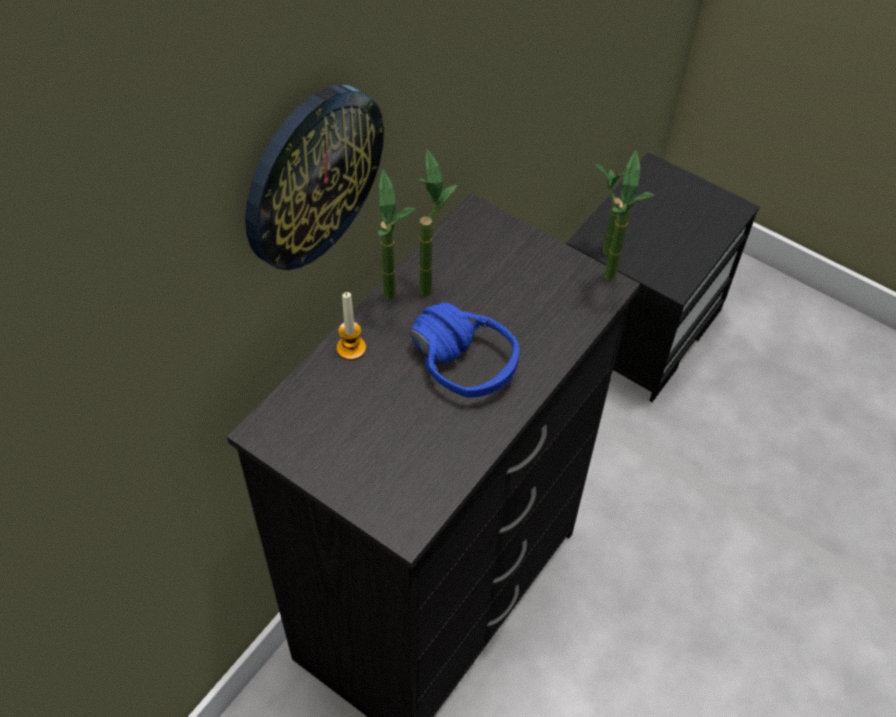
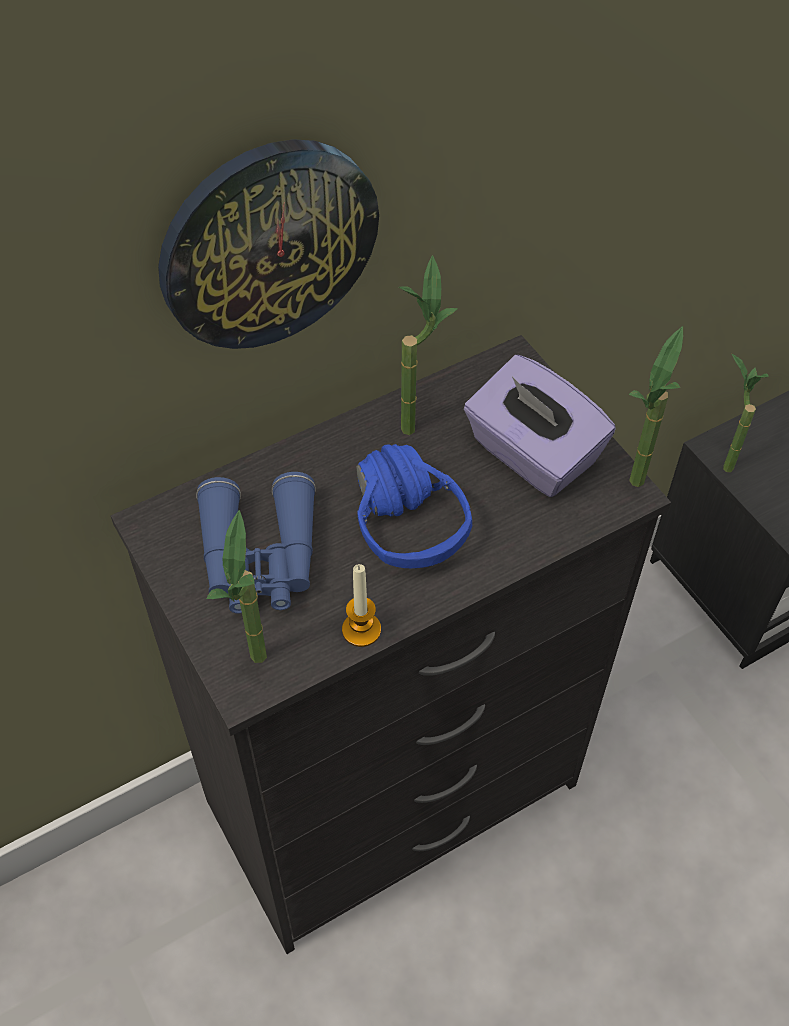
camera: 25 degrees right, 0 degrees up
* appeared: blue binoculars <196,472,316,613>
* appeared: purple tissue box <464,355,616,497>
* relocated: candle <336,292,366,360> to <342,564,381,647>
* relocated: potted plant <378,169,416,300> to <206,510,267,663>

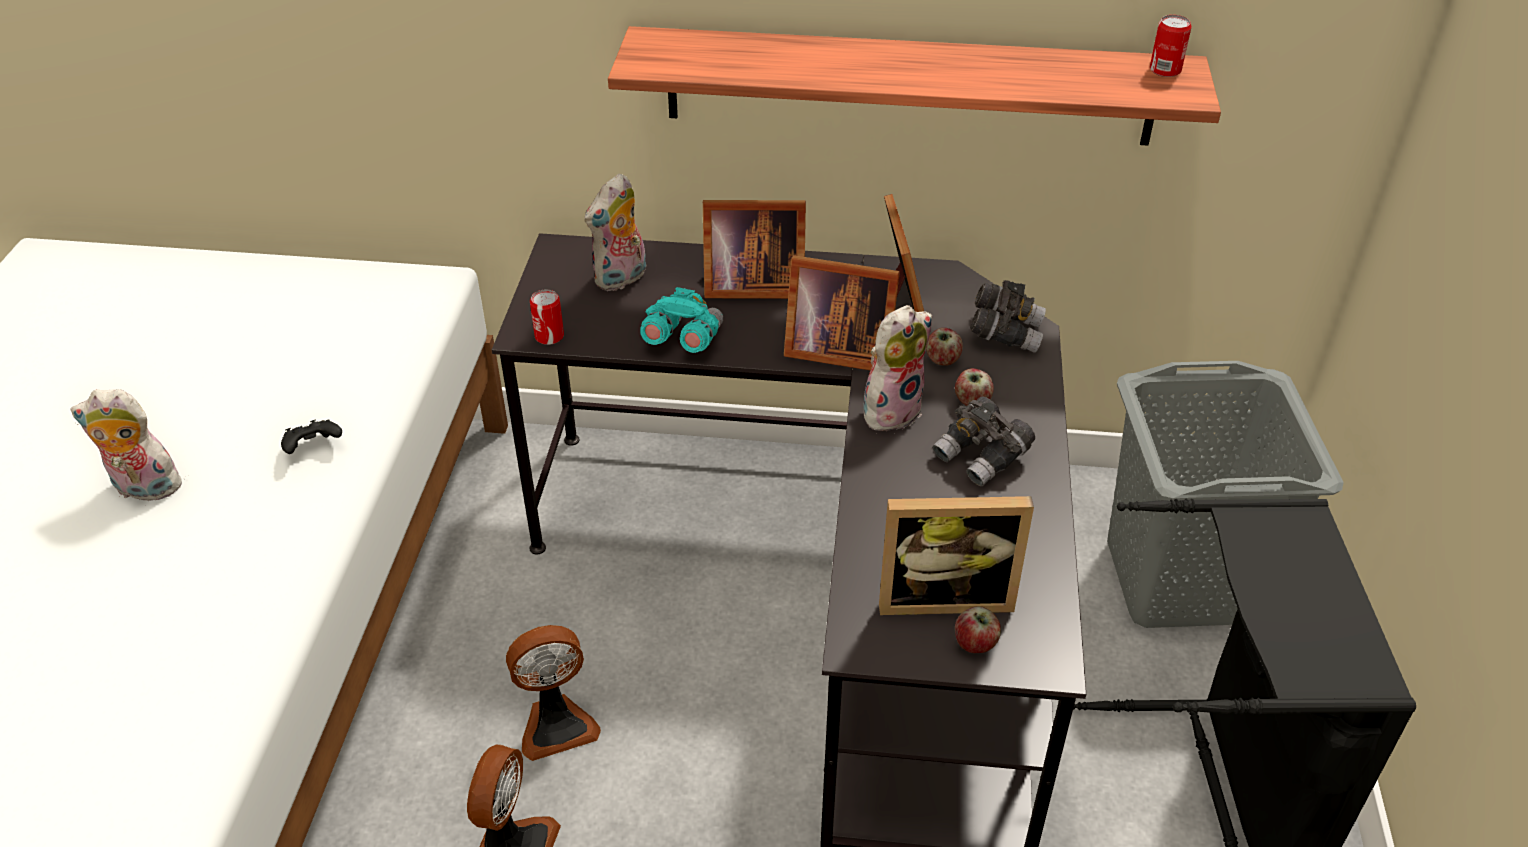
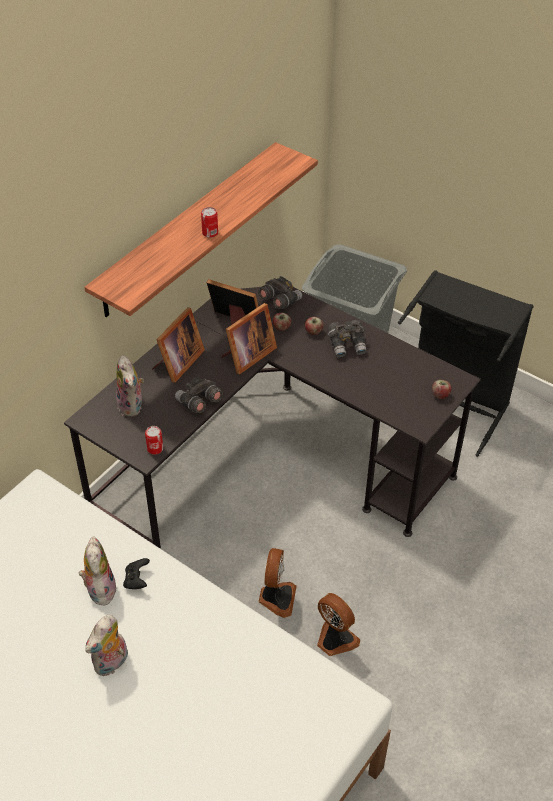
camera: 60 degrees left, 5 degrees up
* missing: picture frame <879,496,1034,615>
* relocated: plush toy <863,305,932,431> to <78,536,117,605>
* relocated: can <1150,15,1192,77> to <201,207,218,238>
* colour: turquoise binoculars <640,287,723,353> to grey binoculars <175,376,223,413>

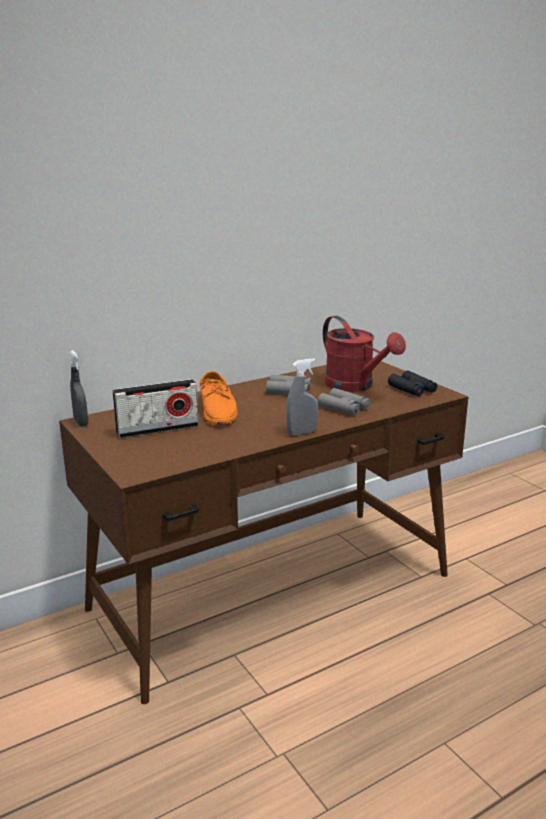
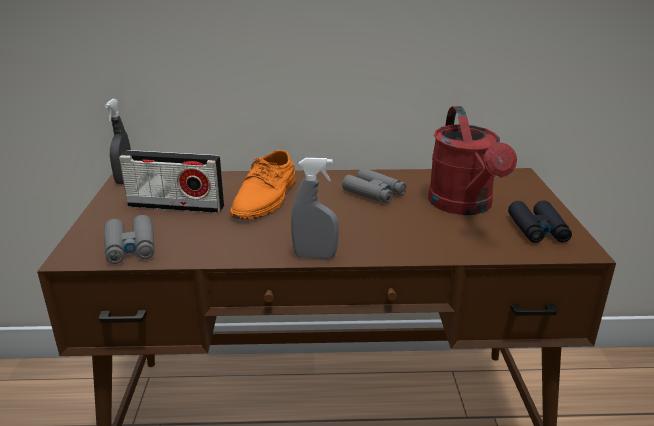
camera: 30 degrees right, 5 degrees up
* relocated: grey binoculars <317,388,371,415> to <104,215,155,264>

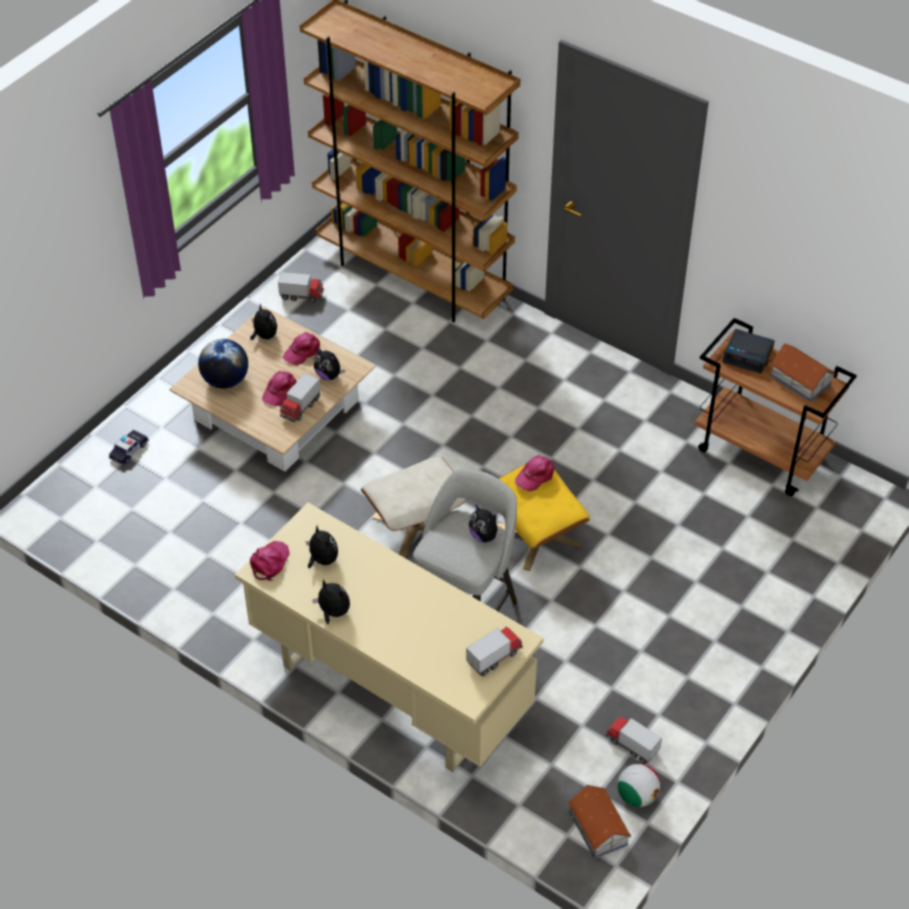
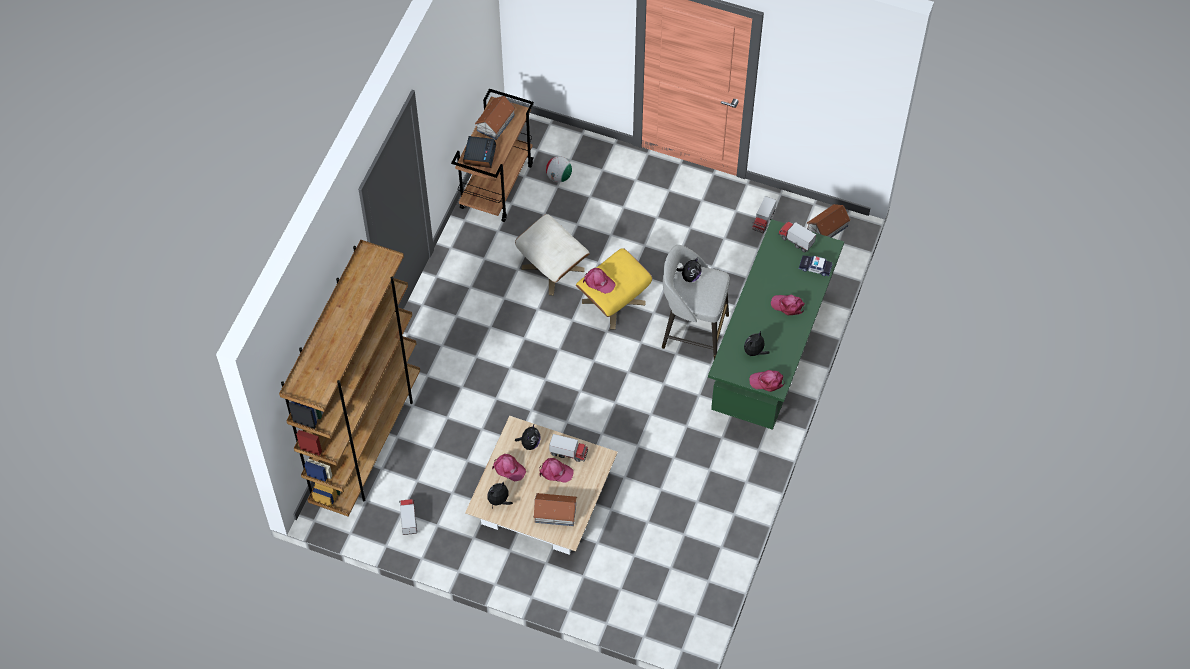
camera: 105 degrees left, 10 degrees up
* missing: plush toy <312,579,350,624>
* appeared: pink cap <771,295,805,315>
* relocated: toy car <109,430,149,466> to <799,255,832,276>
* relocated: beige ottoman <361,457,467,558> to <515,214,589,295>
* relocated: football <618,764,660,807> to <546,156,572,183>
* exchanged: globe <198,339,248,389> to toy house <533,493,577,526>
* colour: beige desk <235,502,544,772> to green desk <708,219,844,430>

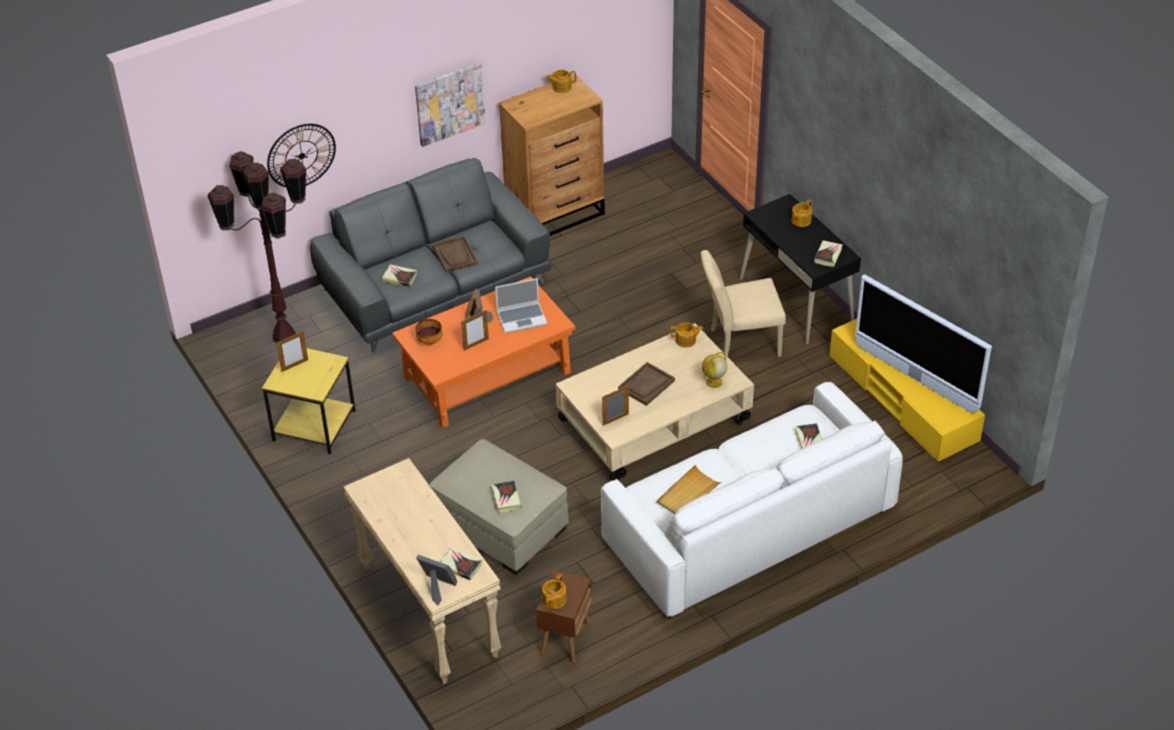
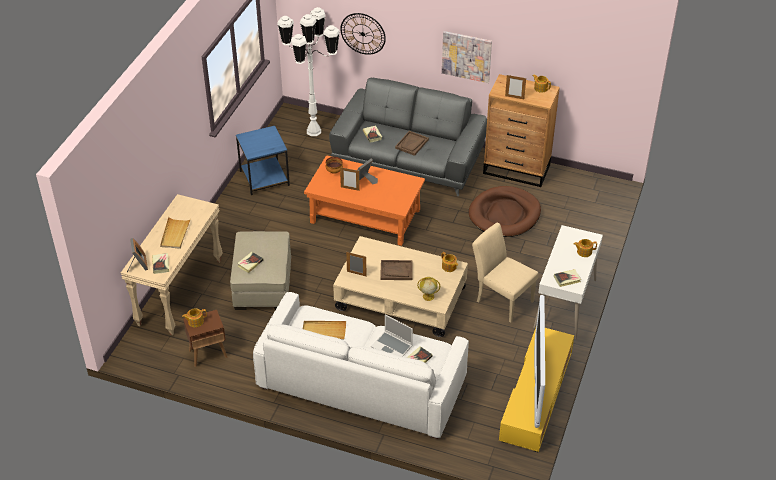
camera: 50 degrees right, 0 degrees up
* appeared: beige tray <160,217,191,249>
* appeared: brown dog bed <469,186,541,237>
* relocated: picture frame <276,331,308,372> to <505,75,526,99>
* relocated: laptop <495,278,547,333> to <371,315,413,357>
* colour: brown floor lamp <208,151,306,343> to white floor lamp <277,7,340,136>
* colour: yellow side table <262,348,356,454> to blue side table <236,126,290,195>
* colour: black desk <740,194,861,344> to white desk <533,225,603,340>

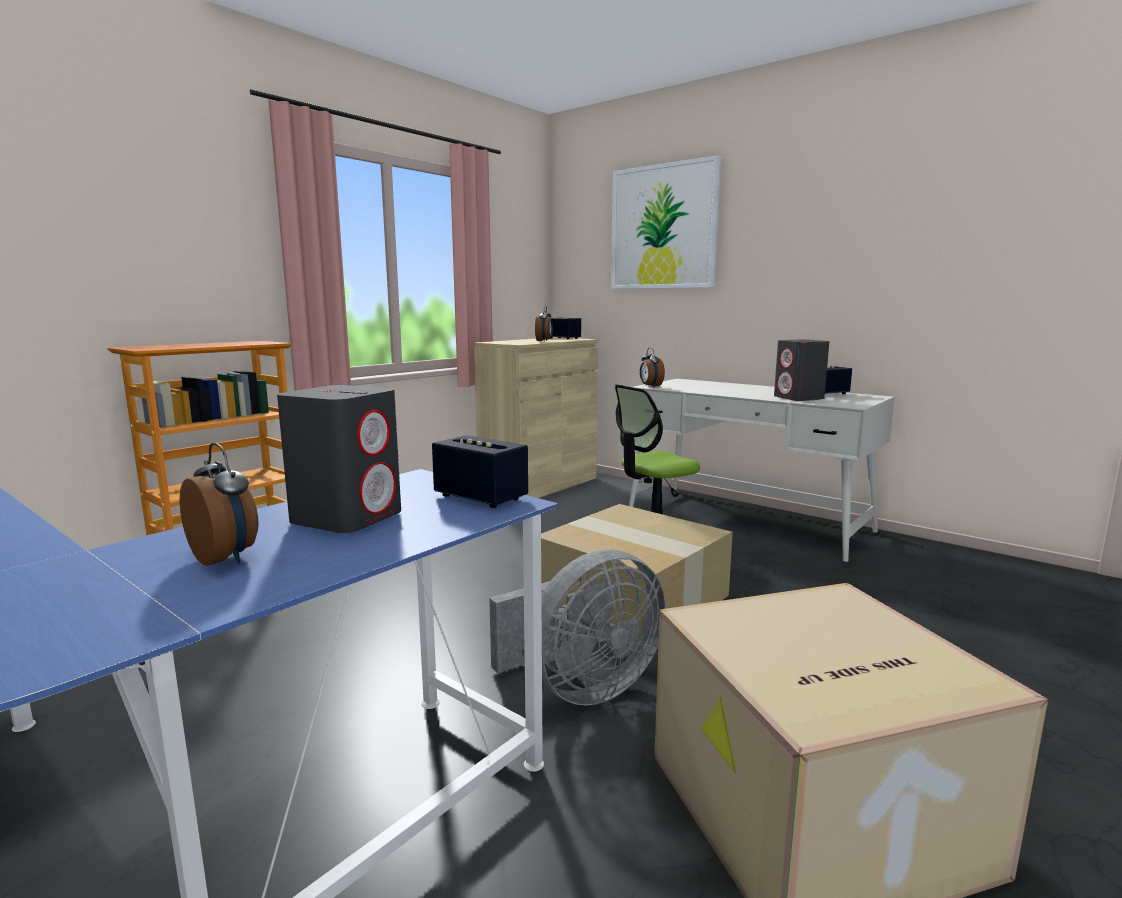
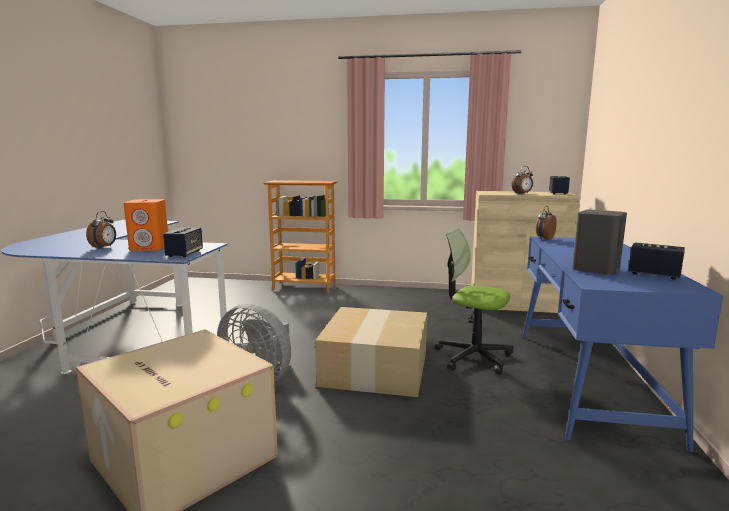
camera: 60 degrees right, 0 degrees up
* missing: picture <611,155,721,289>
* colour: grey speaker <277,385,401,533> to orange speaker <124,199,168,251>
* colour: white desk <629,379,895,562> to blue desk <523,237,723,452>

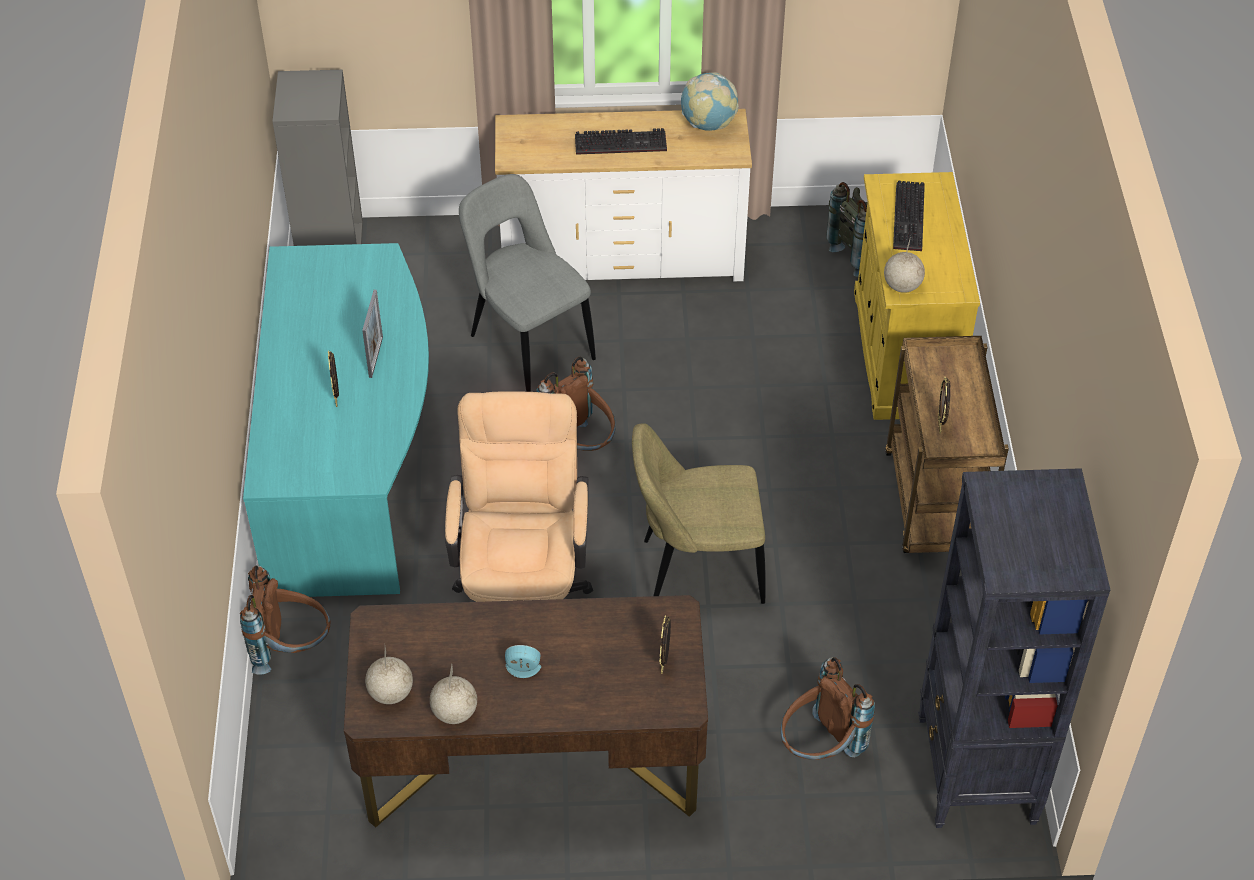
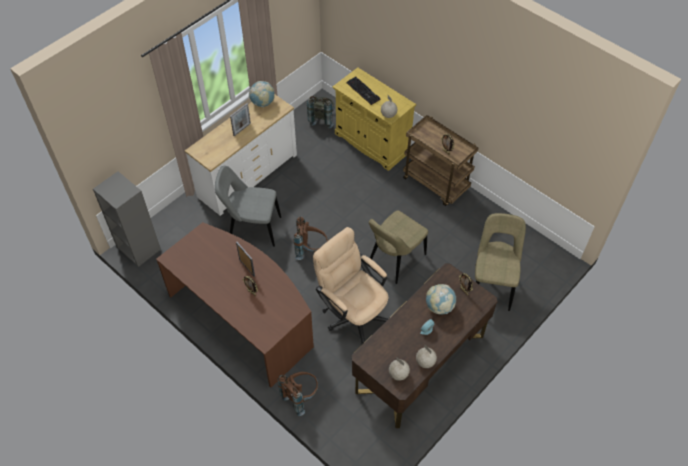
camera: 45 degrees left, 5 degrees up
* missing: black bookcase <918,468,1110,828>
* appeared: globe <426,284,456,314>
* exchanged: keyboard <575,128,667,155> to picture frame <230,103,251,136>
* exchanged: brown backpack <781,657,875,760> to beige chair <475,213,526,311>
* colour: turquoise desk <243,243,429,597> to brown desk <156,222,314,387>

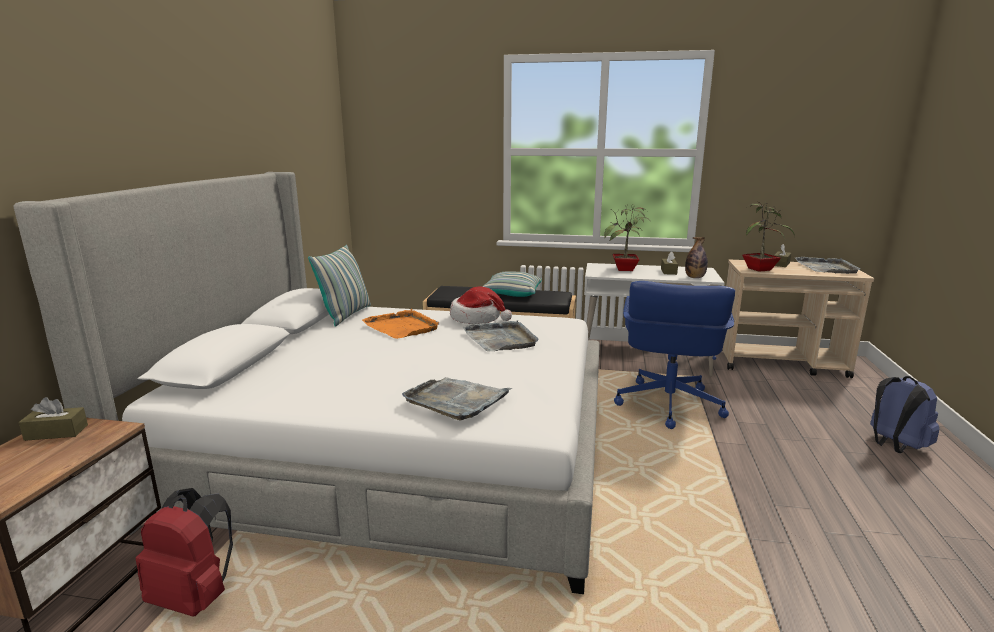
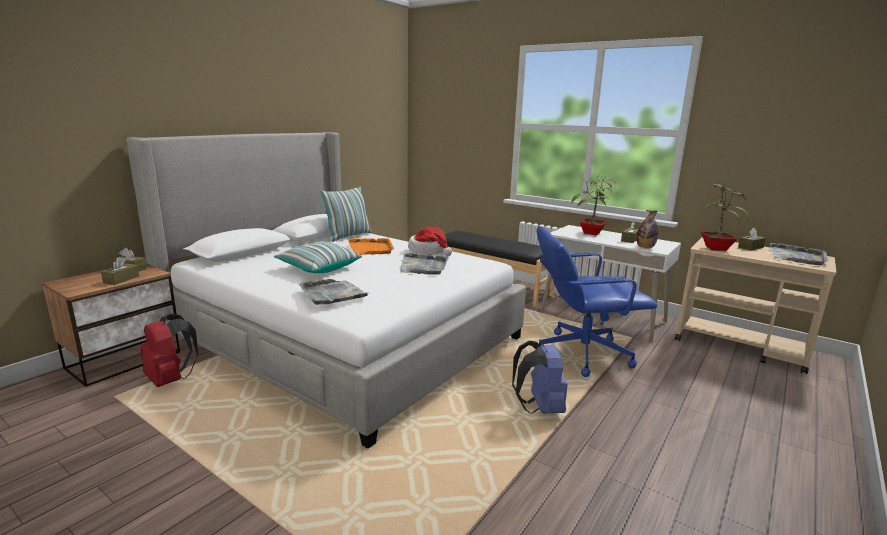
camera: 25 degrees right, 0 degrees up
* appeared: brown tissue box <101,257,139,285>
* relocated: pillow <482,271,542,297> to <274,241,362,273>
* relocated: blue backpack <870,376,939,453> to <512,341,568,414>
* spun: blue office chair <614,281,735,429> = <535,226,657,377> 45 degrees clockwise

